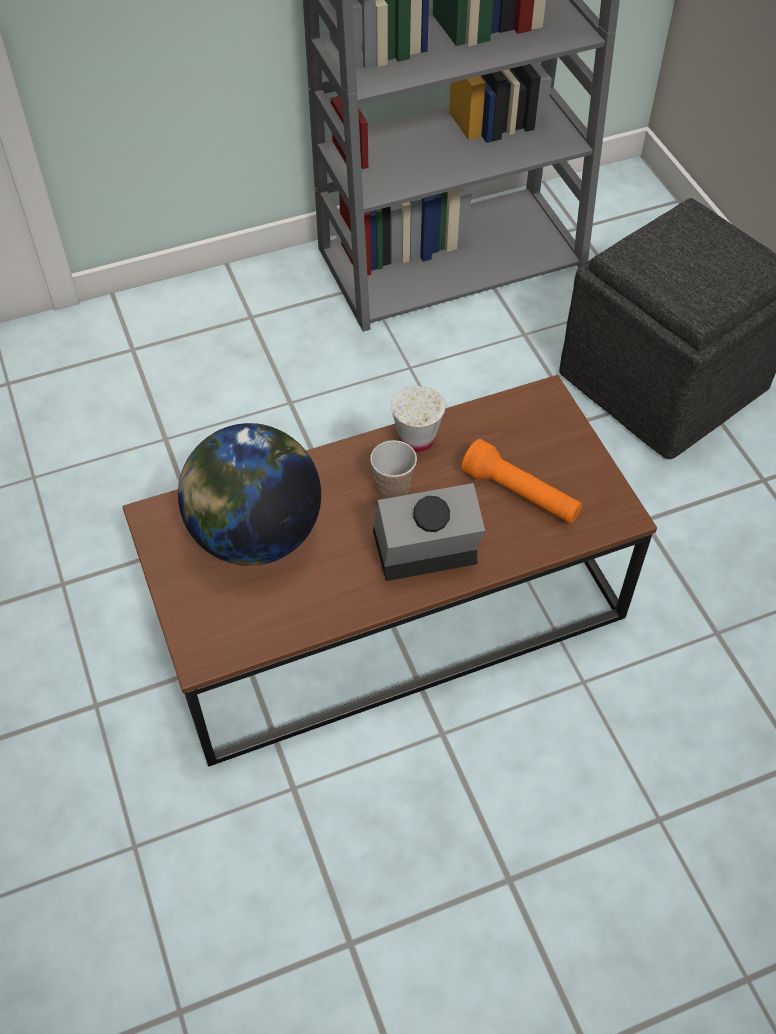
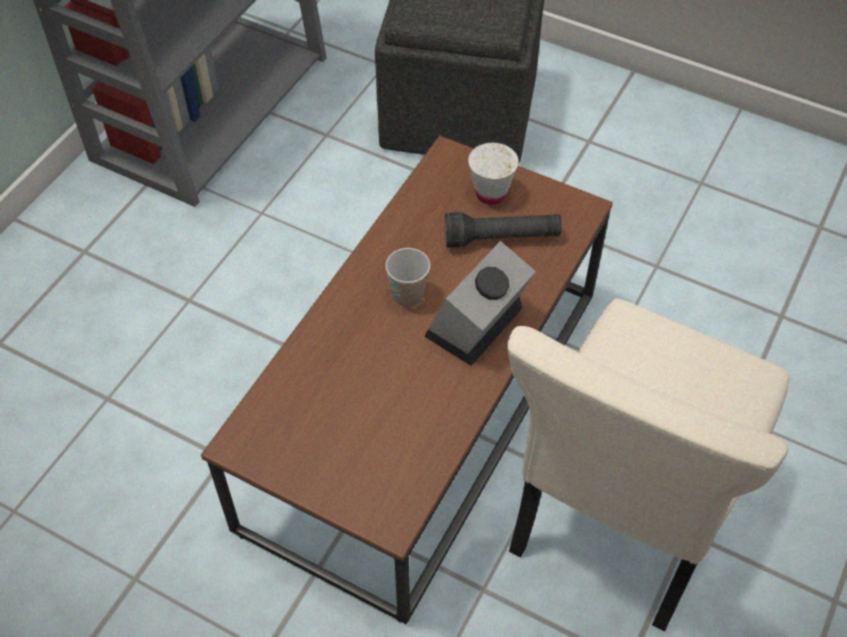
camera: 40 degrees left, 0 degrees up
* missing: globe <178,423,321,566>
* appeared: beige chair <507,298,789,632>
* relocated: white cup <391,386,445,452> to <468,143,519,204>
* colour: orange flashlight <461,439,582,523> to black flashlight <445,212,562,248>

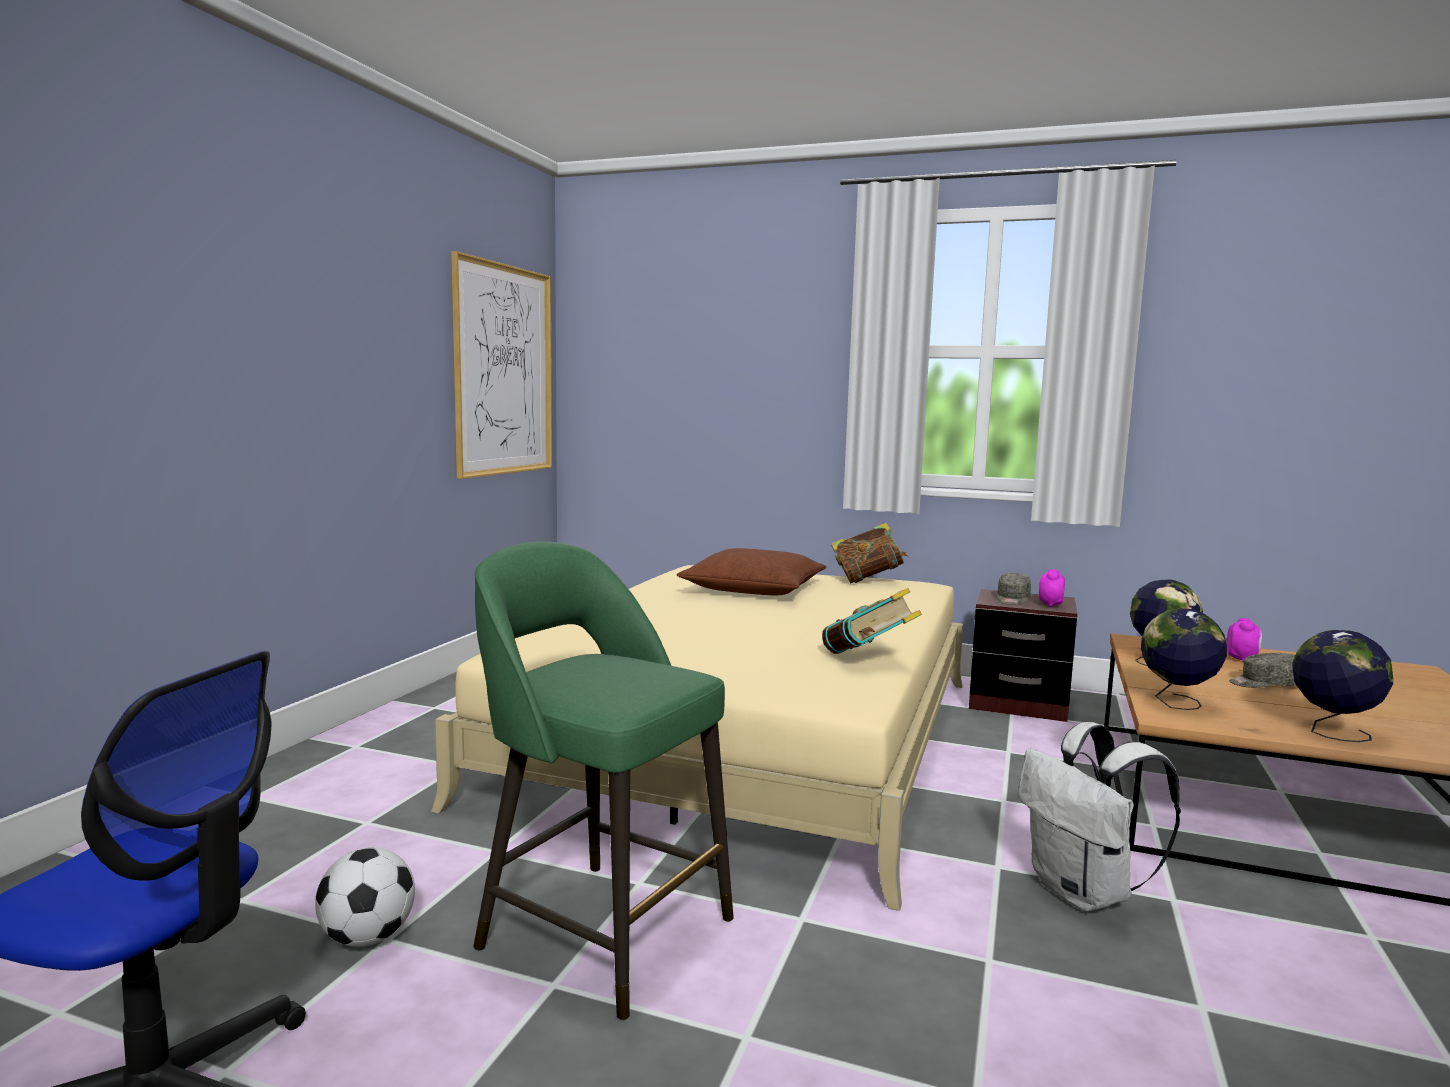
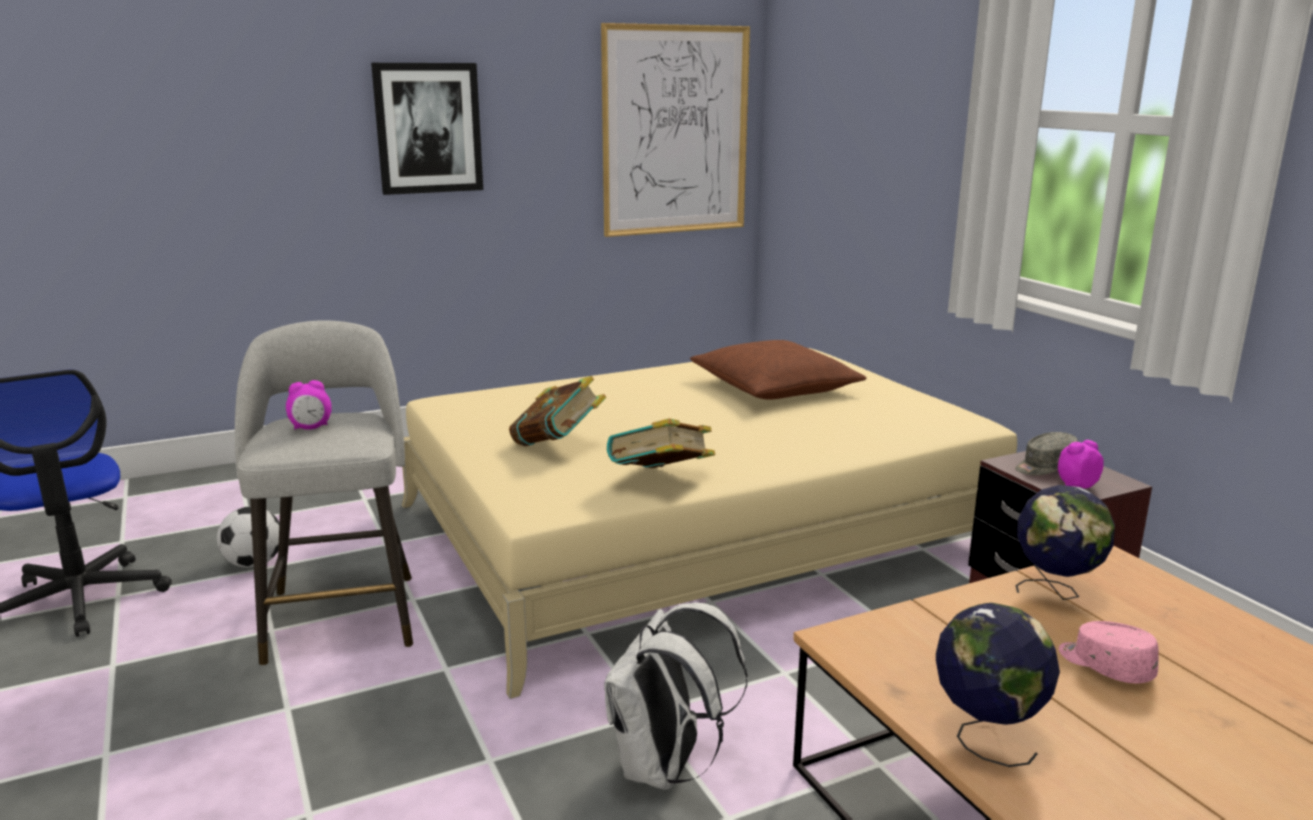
camera: 45 degrees right, 10 degrees up
* missing: globe <1141,608,1227,710>
* appeared: picture <371,63,483,195>
* relocated: book <831,523,908,583> to <509,376,606,447>
* relocated: alarm clock <1227,618,1262,662> to <286,380,332,430>
* colour: green stool <473,542,734,1020> to grey stool <235,320,413,666>
* colour: grey cap <1229,653,1297,688> to pink cap <1059,621,1159,683>

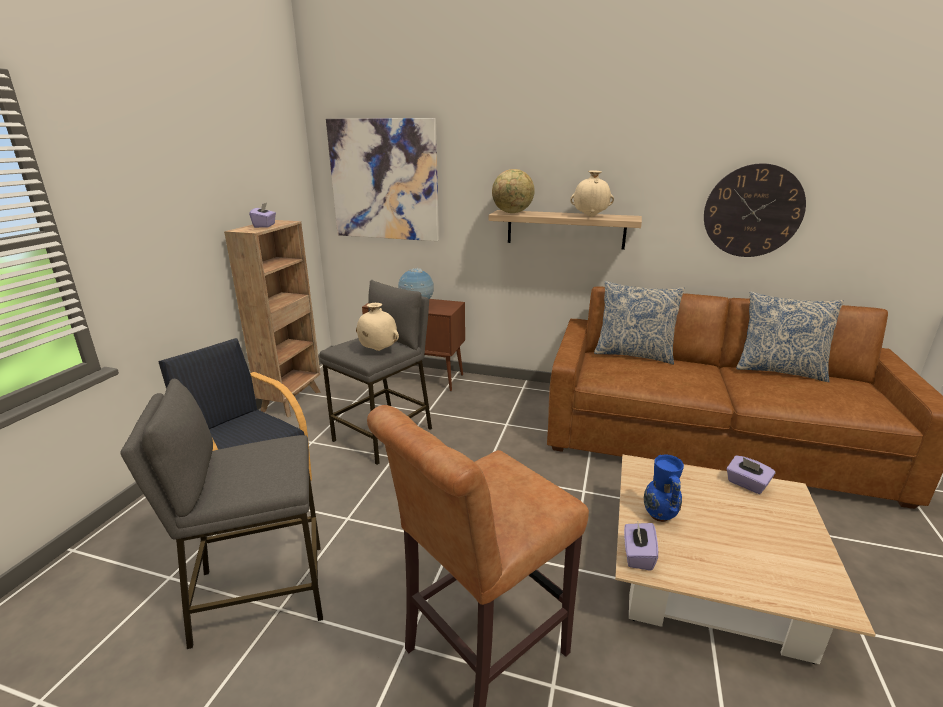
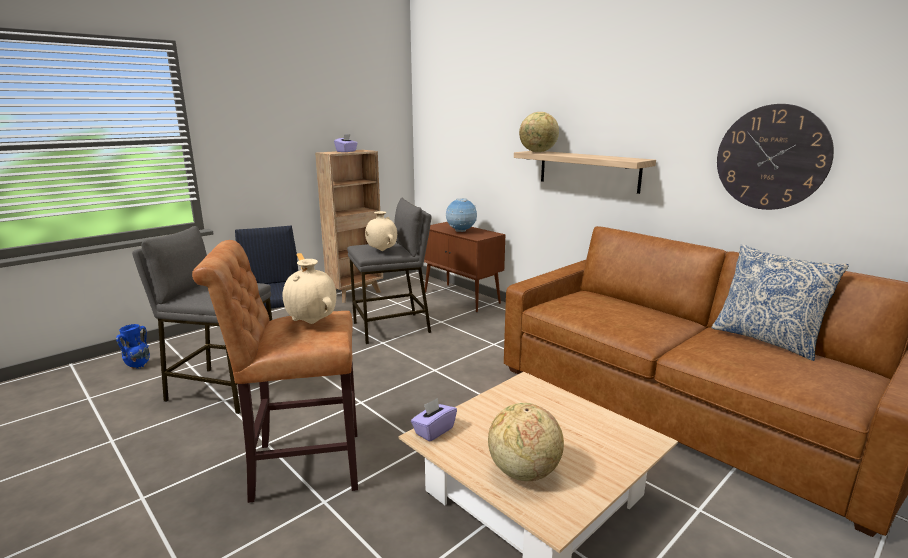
camera: 30 degrees right, 5 degrees down
* missing: picture <326,118,439,241>
* missing: pillow <594,281,685,365>
* missing: purple tissue box <726,455,776,494>
* appeared: globe <488,403,564,481>
* relocated: beige vase <570,170,614,217> to <282,259,336,324>
* relocated: blue vase <644,455,684,522> to <116,324,150,369>

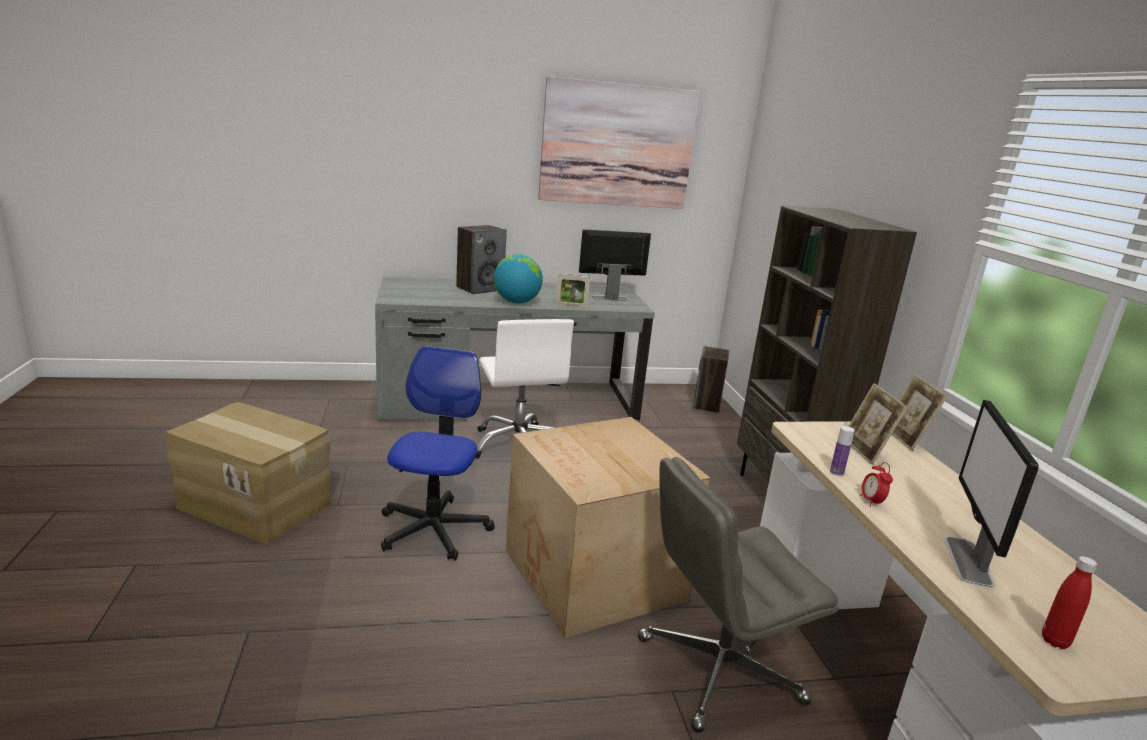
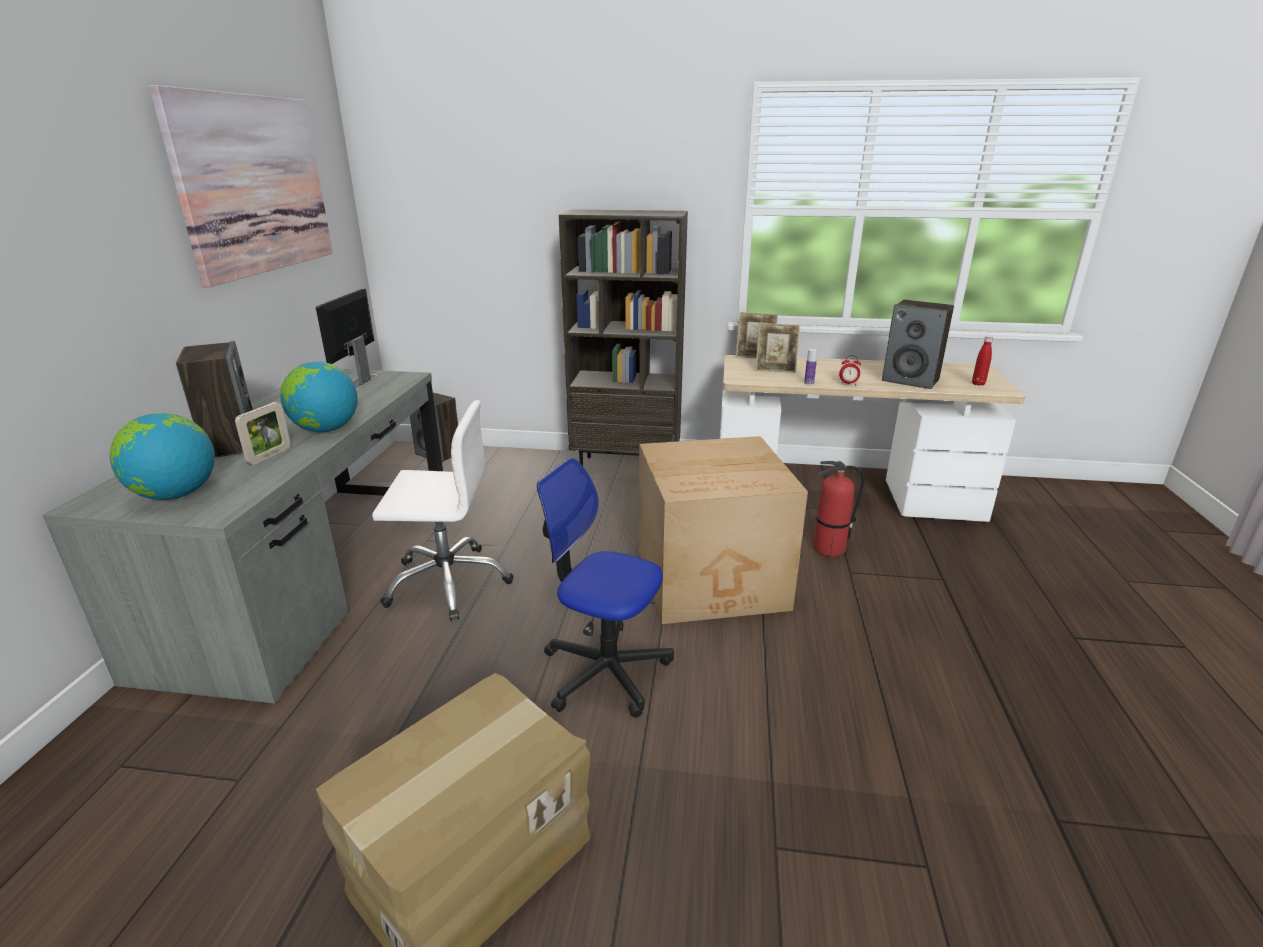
camera: 70 degrees left, 5 degrees up
* appeared: globe <110,413,215,500>
* relocated: picture frame <555,274,590,309> to <235,402,291,465>
* exchanged: grey office chair <638,457,838,732> to fire extinguisher <813,461,864,557>
* exchanged: monitor <944,400,1039,588> to speaker <882,300,954,389>

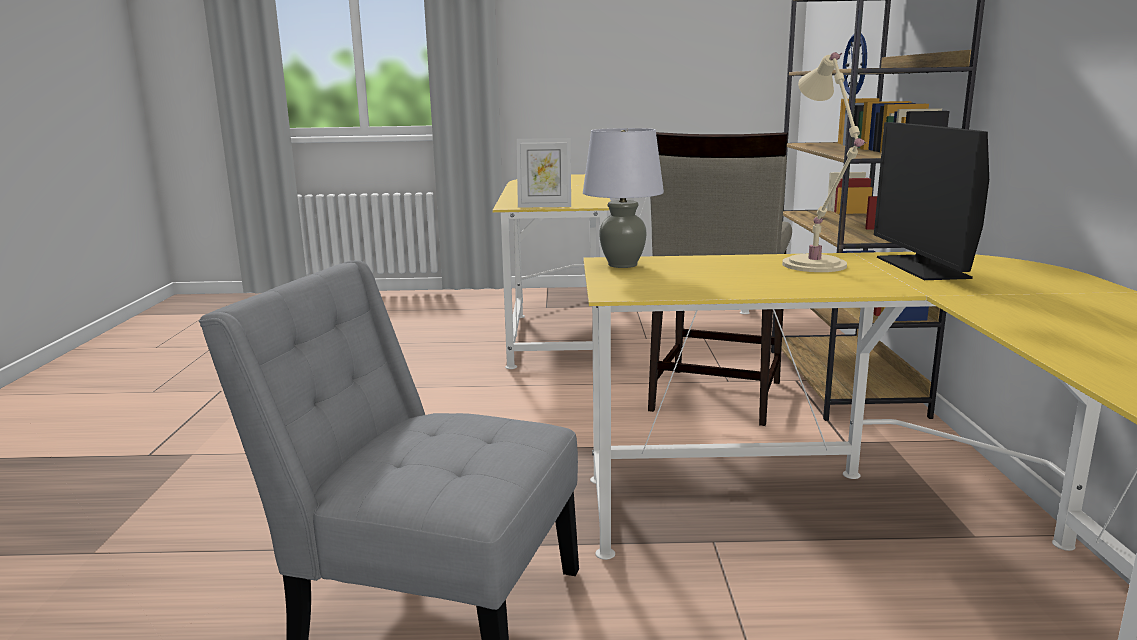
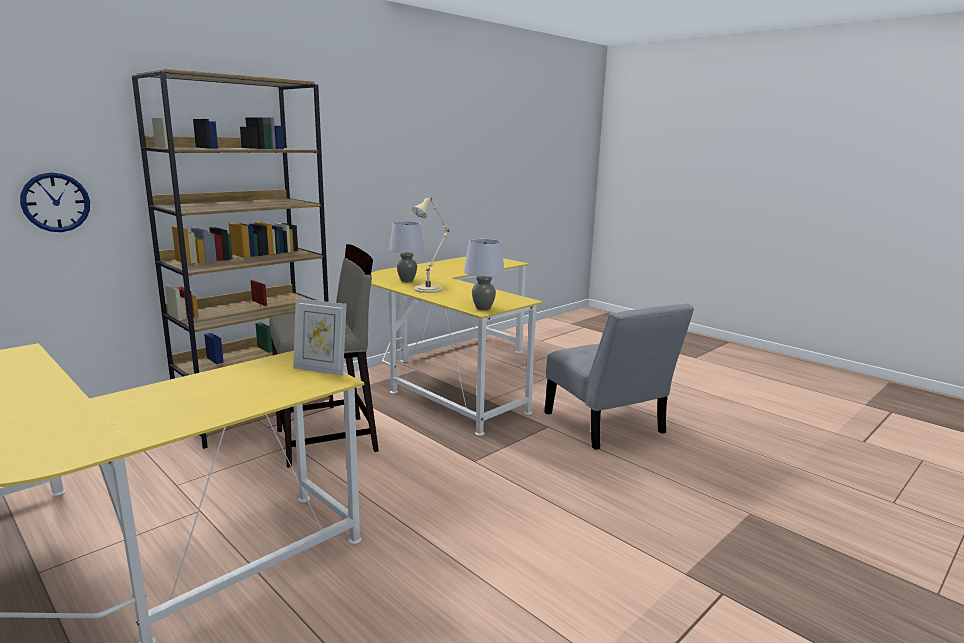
camera: 135 degrees left, 0 degrees up
* exchanged: monitor <874,122,989,280> to grey table lamp <389,221,424,282>
* spun: picture frame <517,138,571,208> = <293,298,346,376> 150 degrees clockwise

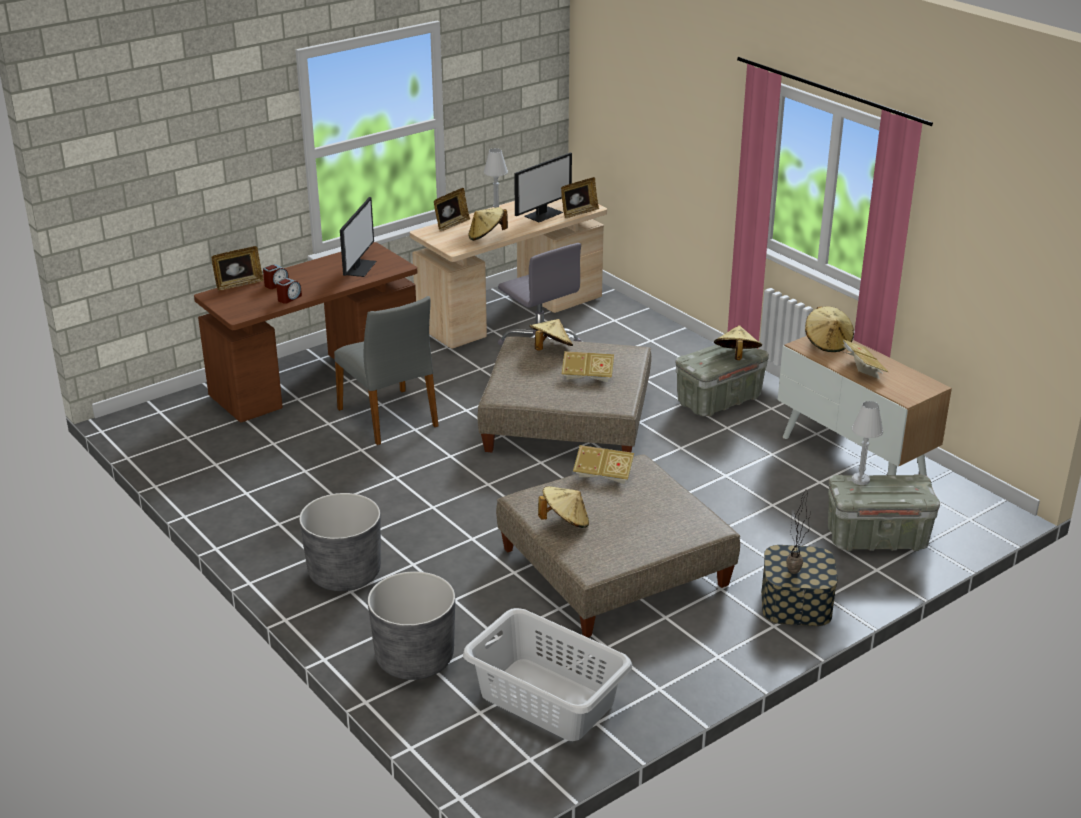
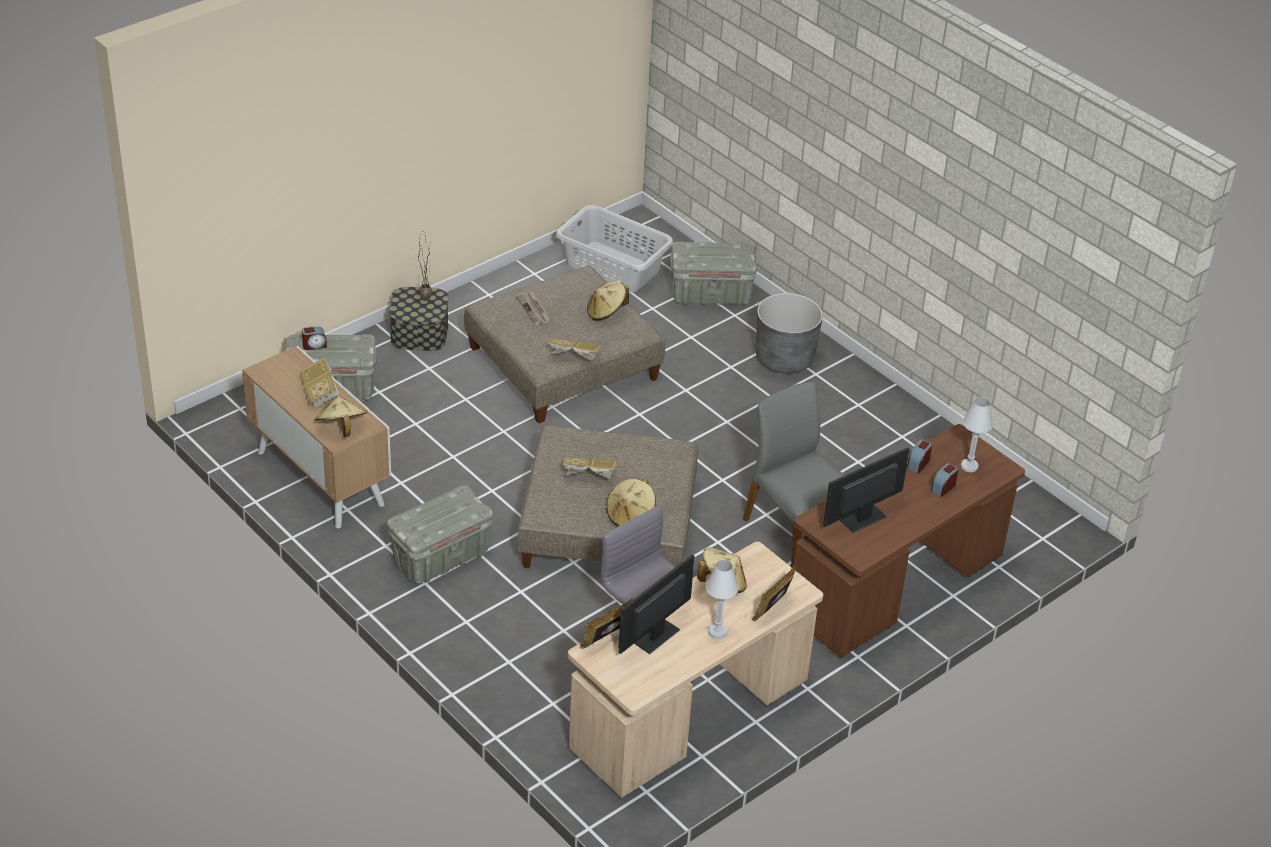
camera: 175 degrees right, 10 degrees up
* missing: picture frame <212,246,264,290>
* missing: beige hat <714,325,762,360>
* appeared: alarm clock <302,326,327,350>
* appeared: newspaper <516,291,551,325>
* relocated: white table lamp <852,401,883,485> to <961,397,993,472>
* exchanged: grey planter <368,571,455,680> to grey storage box <670,241,757,306>
* spun: monitor <340,197,376,277> = <823,447,910,533> 45 degrees clockwise

